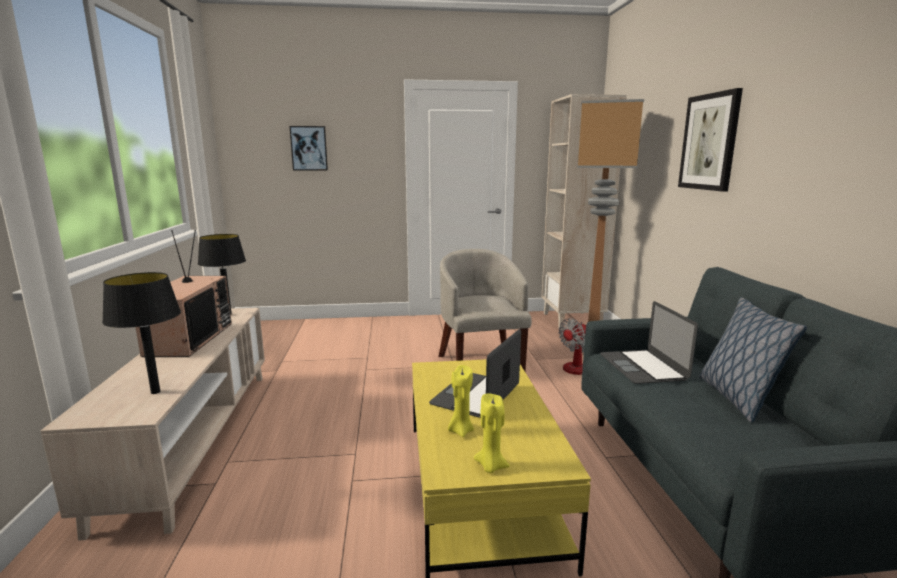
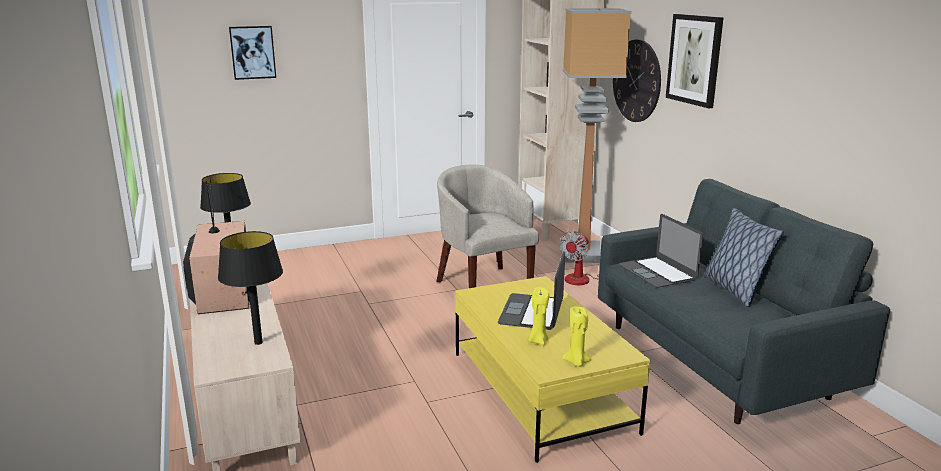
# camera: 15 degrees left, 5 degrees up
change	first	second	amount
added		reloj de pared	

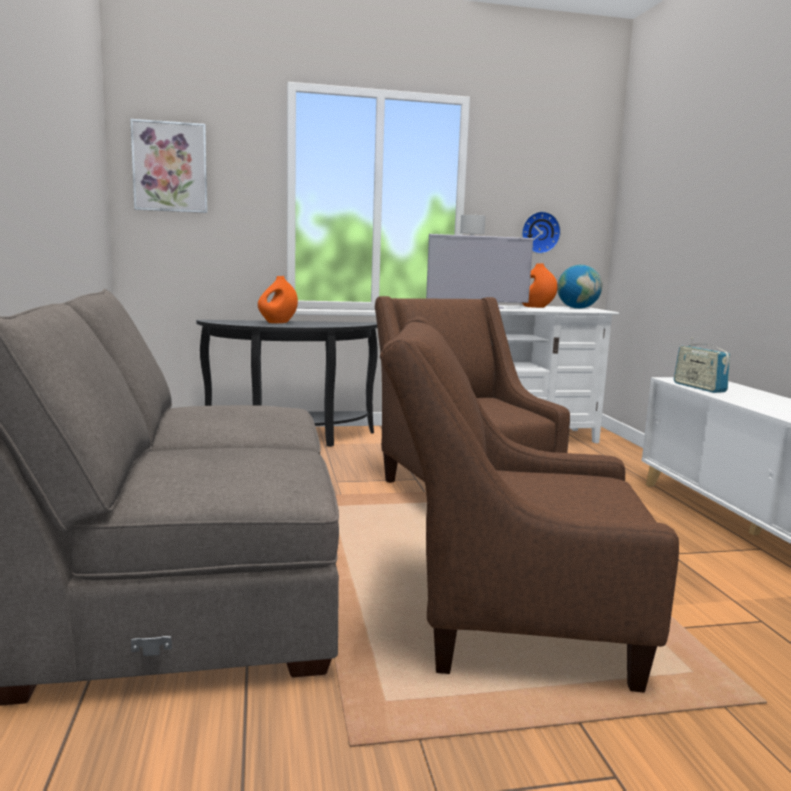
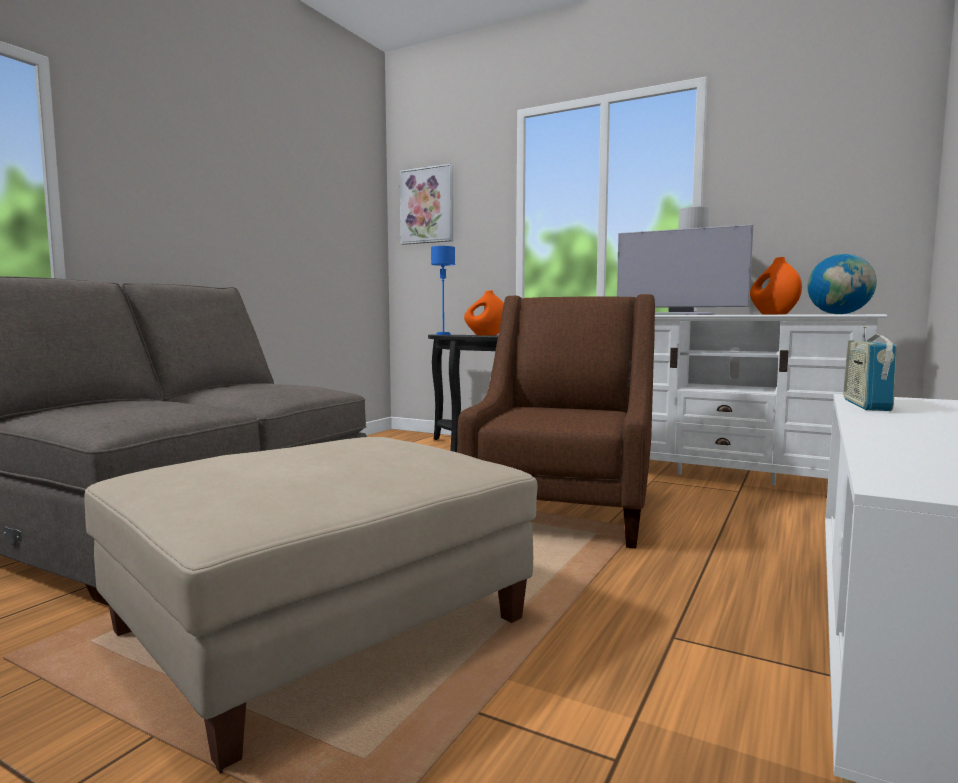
# camera: 40 degrees right, 5 degrees down
change	first	second	amount
removed	reloj de pared		
replaced	sillón (marrón) (2nd from left)	puf (beis)	
added		lámpara de mesa (azul)	

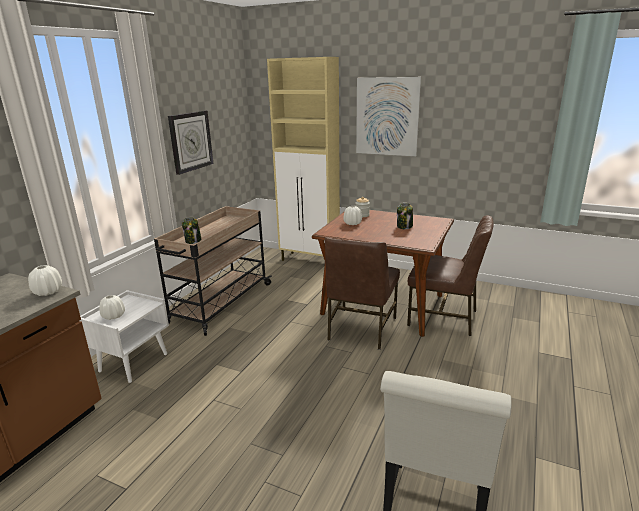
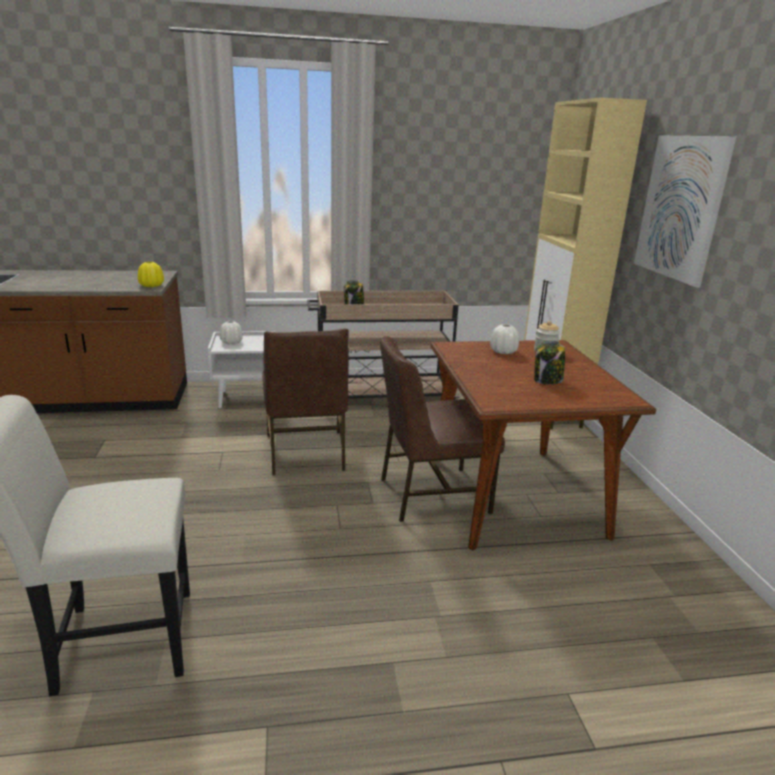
# camera: 55 degrees right, 0 degrees up
change	first	second	amount
removed	reloj de pared		
moved	silla (marrón) (2nd from left in the first image)	silla (marrón) (1st from left)	
recoloured	florero (blanco) (1st from left)	florero (amarillo)	

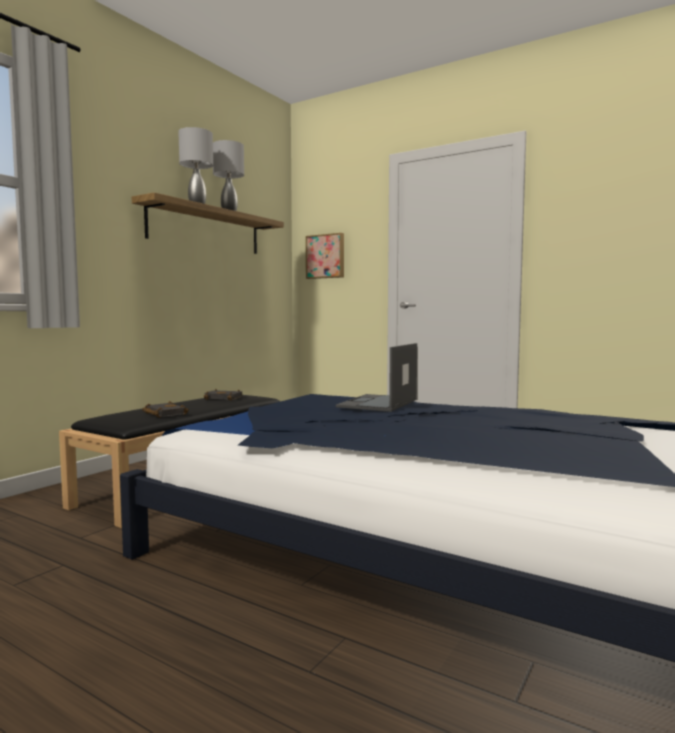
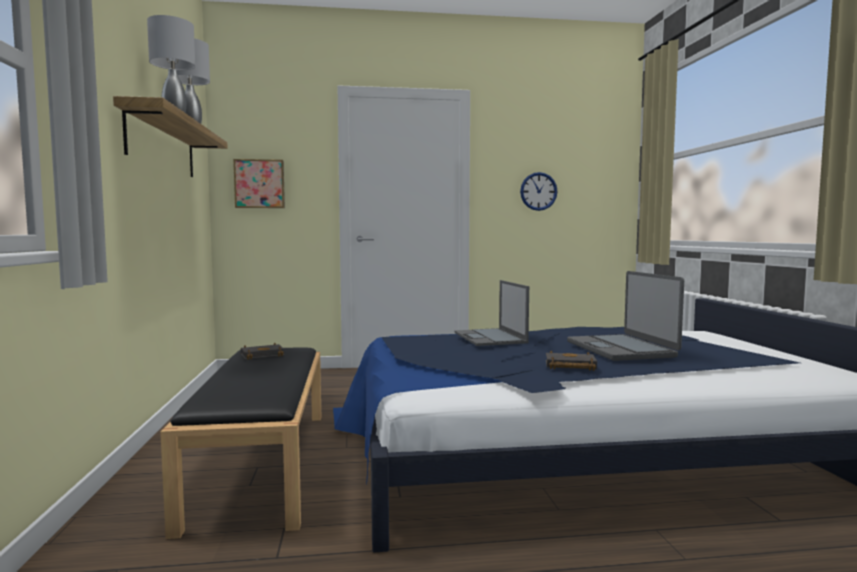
# camera: 40 degrees left, 0 degrees up
change	first	second	amount
moved	libro (negro) (1st from left in the first image)	libro (negro) (2nd from left)	
added		reloj de pared	
added		portátil (2nd from left)	

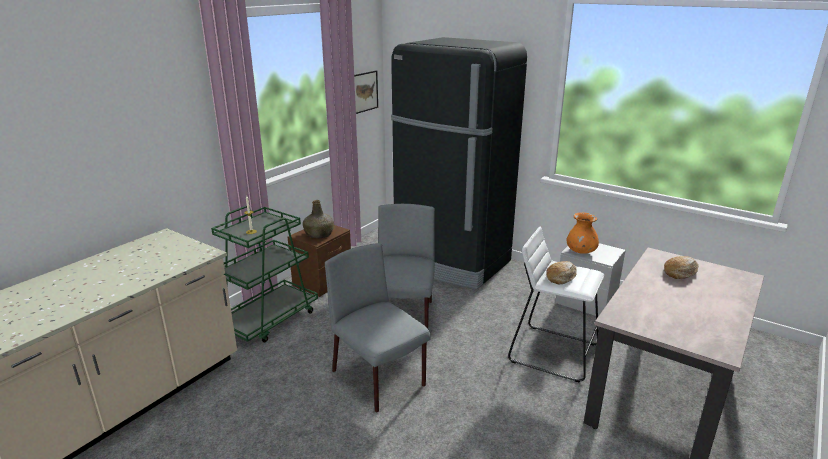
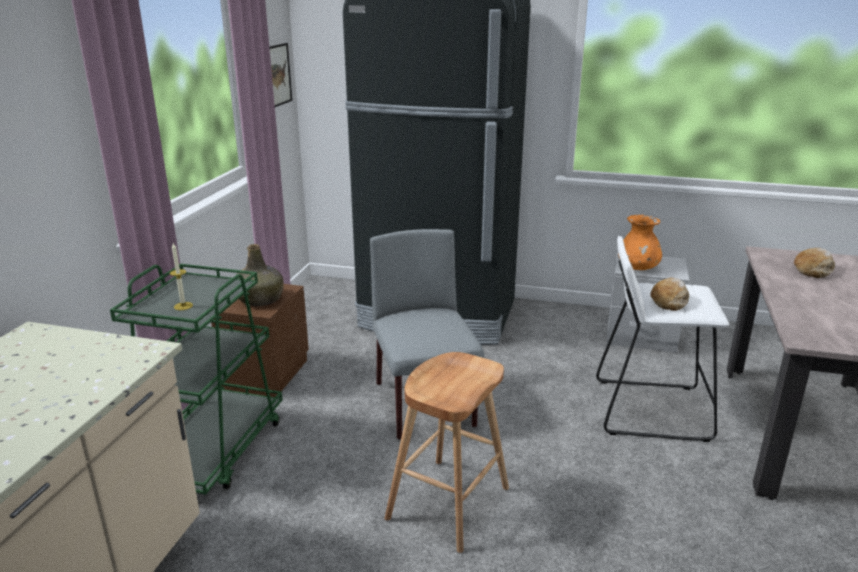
# camera: 20 degrees left, 0 degrees up
change	first	second	amount
replaced	silla (gris) (1st from left)	taburete (marrón)	

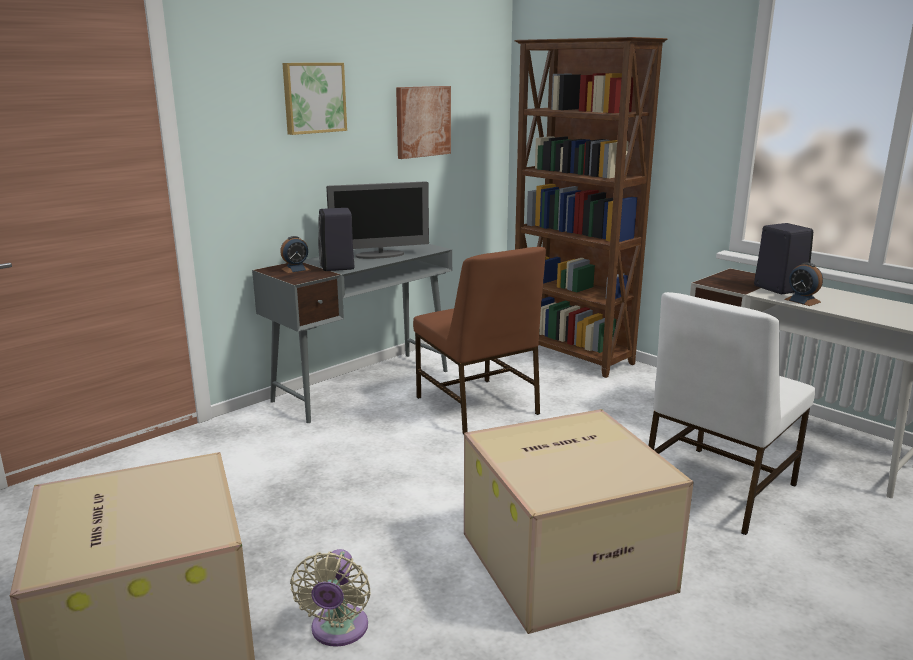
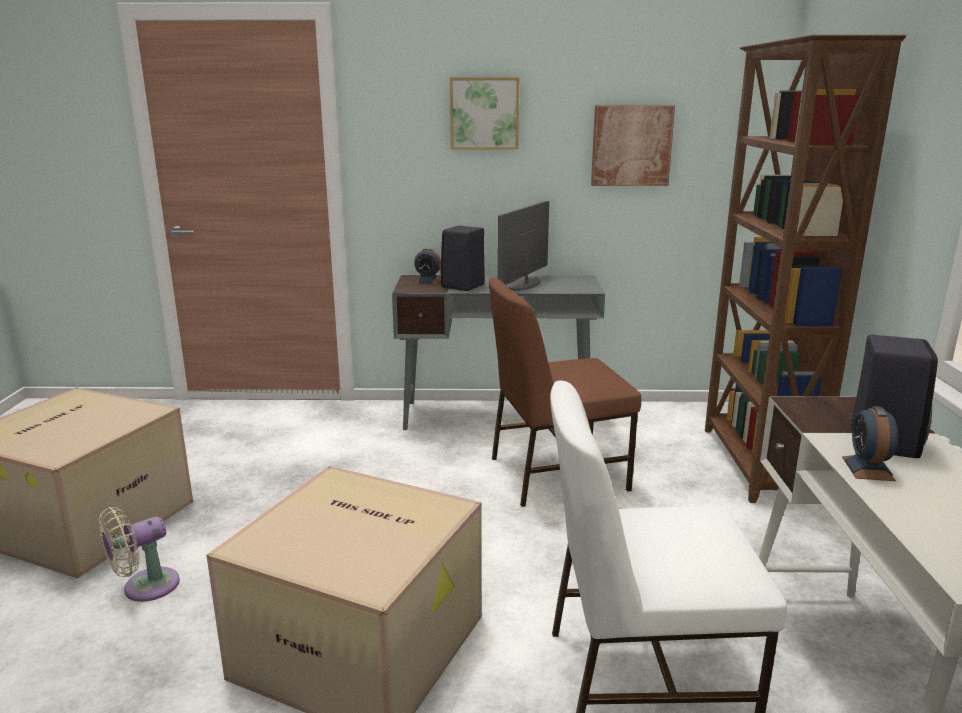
# camera: 45 degrees right, 0 degrees up
change	first	second	amount
turned	monitor		90 degrees clockwise
turned	silla (marrón)		60 degrees clockwise

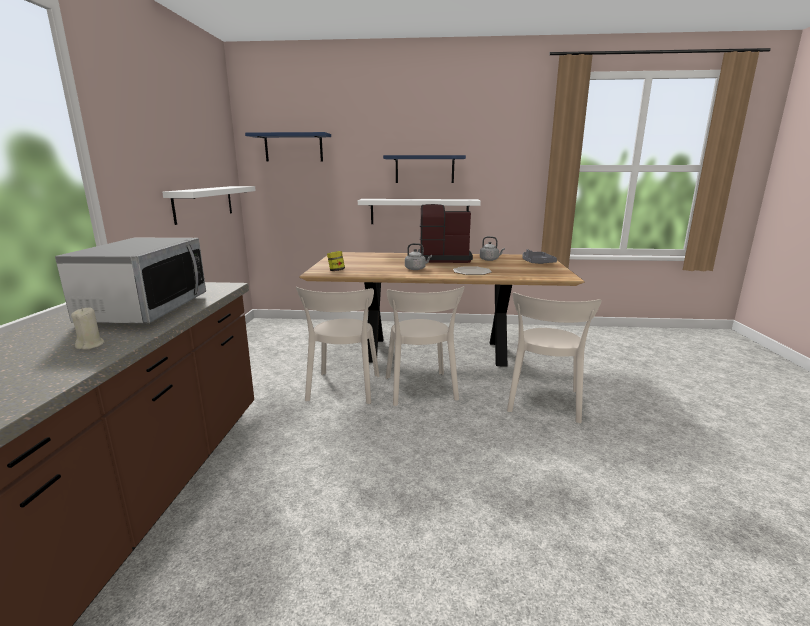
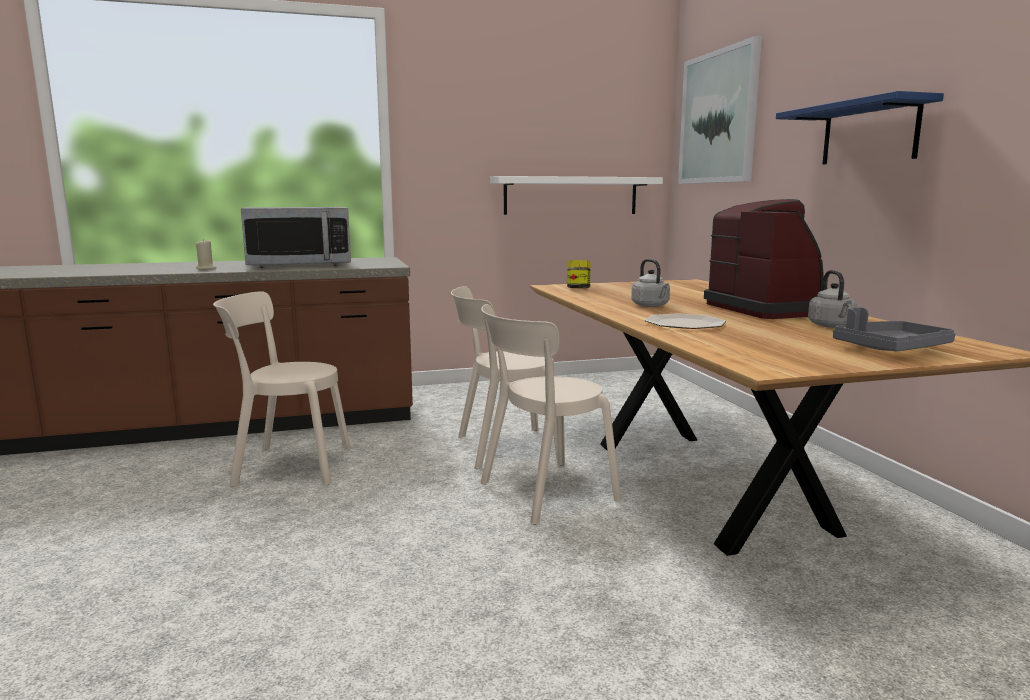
# camera: 70 degrees right, 5 degrees down
change	first	second	amount
replaced	estante (azul) (1st from left)	cuadro	
removed	estante (blanco) (2nd from left)		
moved	silla (beis) (3rd from left in the first image)	silla (beis) (1st from left)	

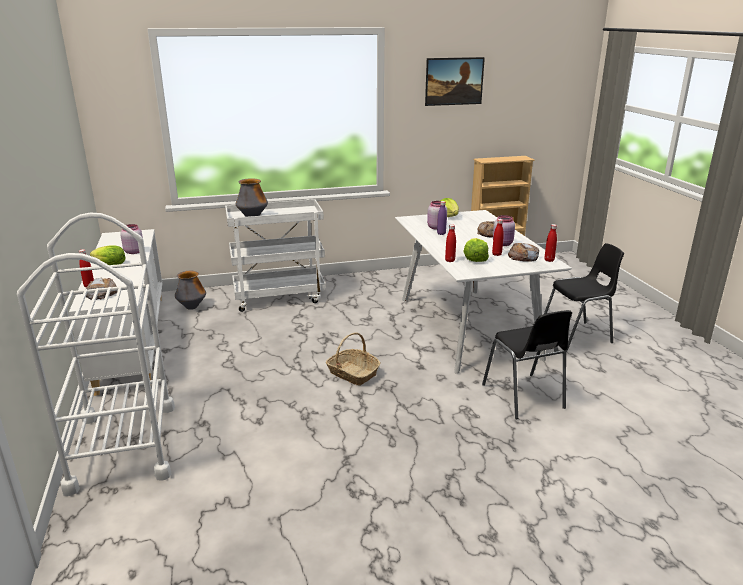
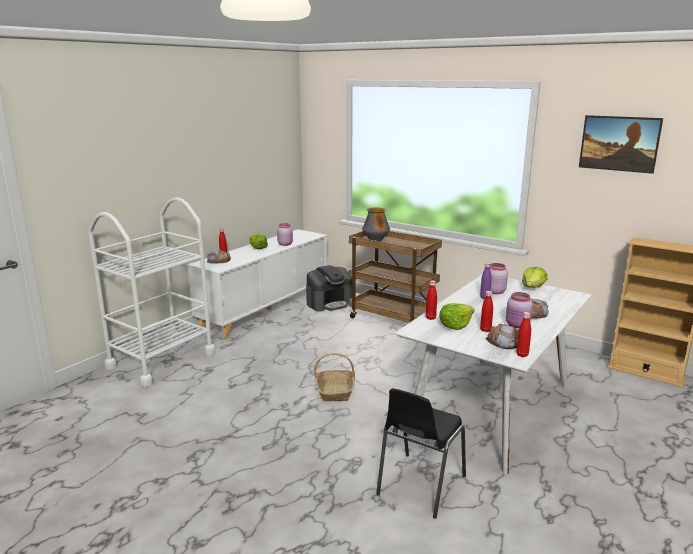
# camera: 50 degrees right, 5 degrees down
change	first	second	amount
recoloured	carrito (blanco) (2nd from left)	carrito (marrón)	
removed	silla (negro) (2nd from left)		
replaced	florero (1st from left)	cafetera	

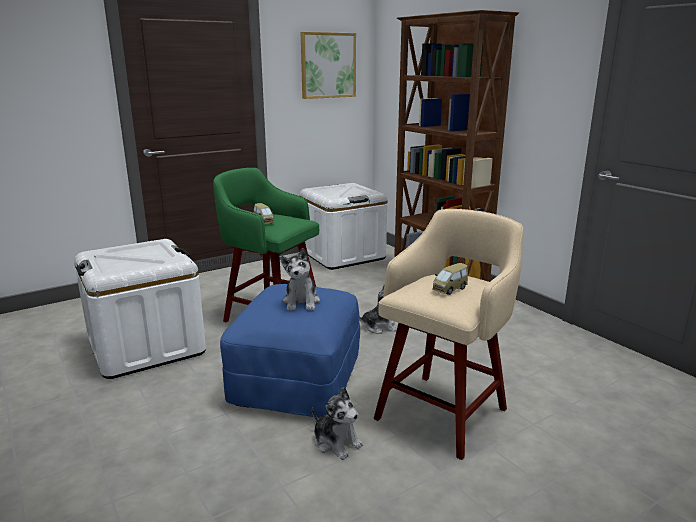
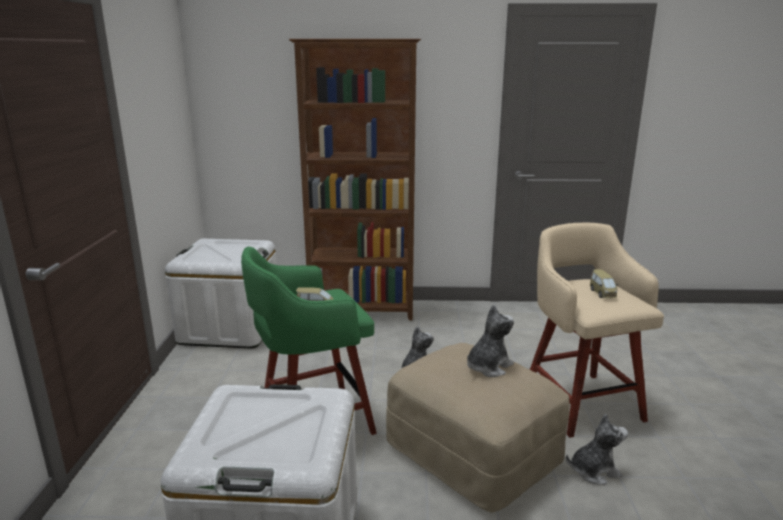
# camera: 55 degrees left, 0 degrees up
change	first	second	amount
removed	cuadro		
turned	peluche (1st from left in the first image)	peluche (2nd from left)	75 degrees counterclockwise
recoloured	puf (azul)	puf (beis)	

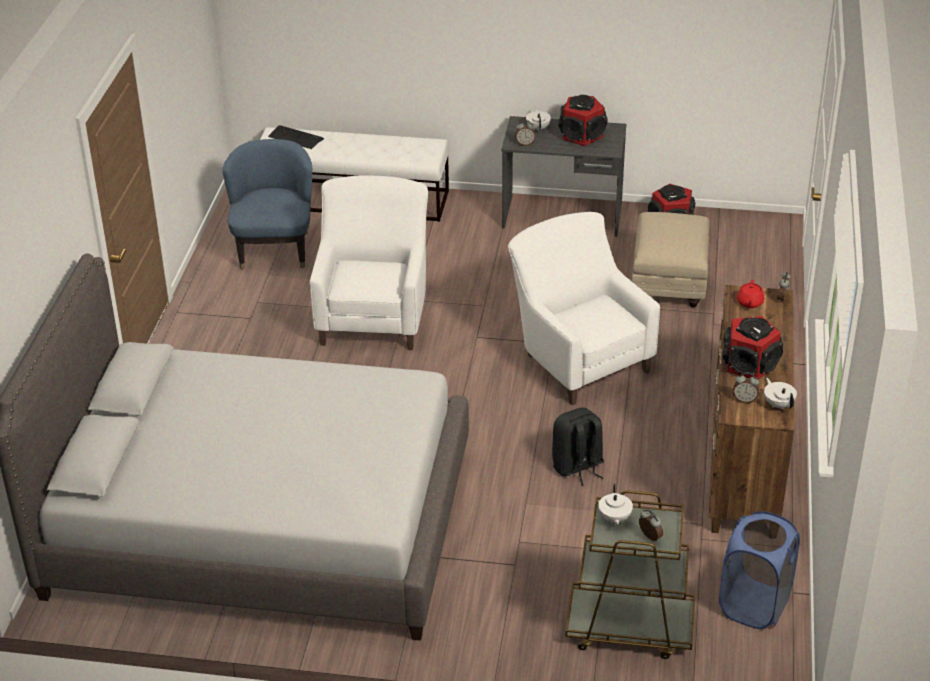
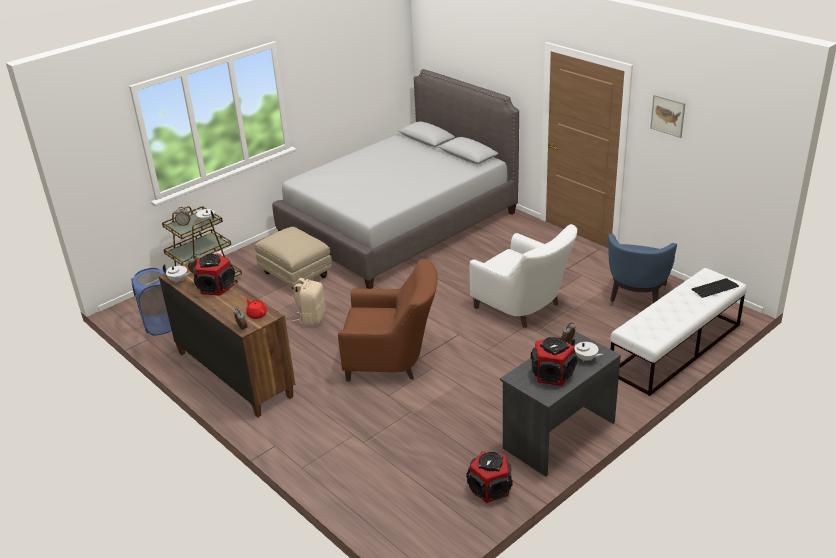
# camera: 130 degrees right, 5 degrees down
change	first	second	amount
turned	sillón (azul)		75 degrees clockwise
recoloured	sillón (blanco) (2nd from left)	sillón (marrón)	
moved	puf (beis)		
recoloured	mochila (negro)	mochila (beis)	
added		cuadro	

